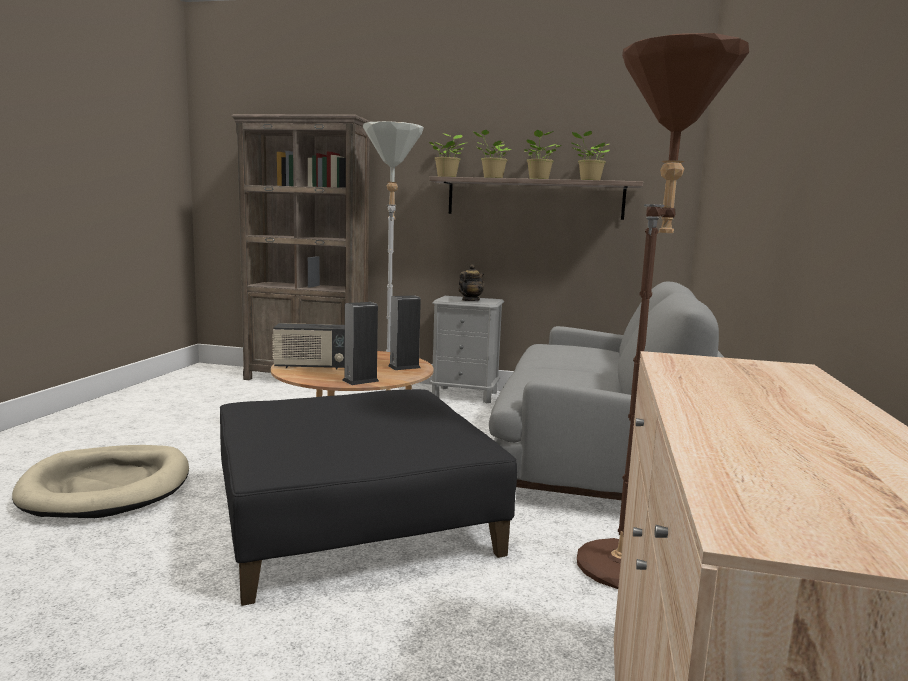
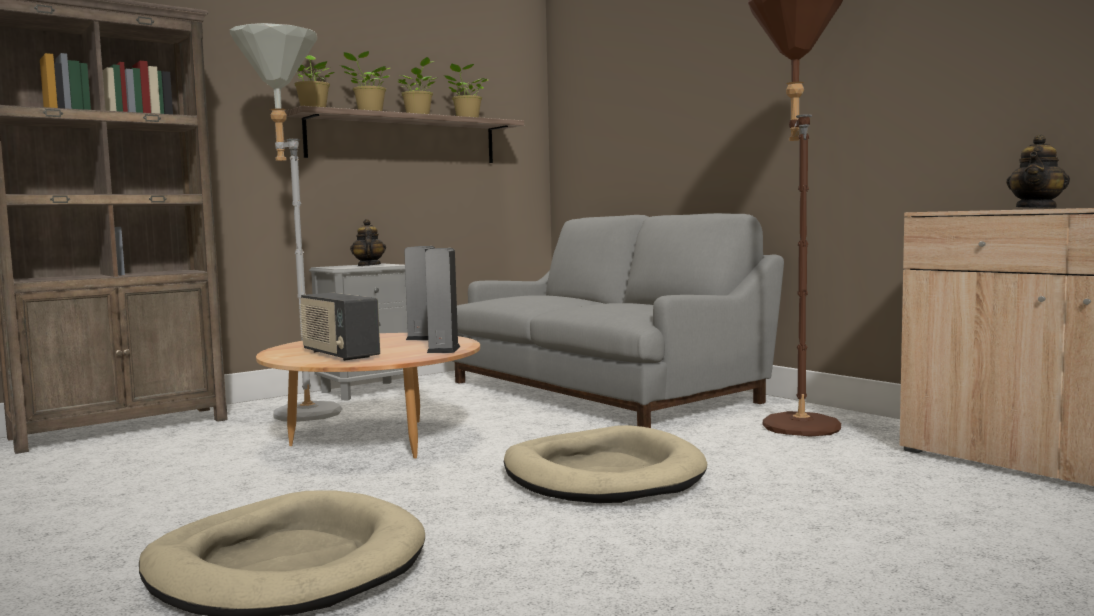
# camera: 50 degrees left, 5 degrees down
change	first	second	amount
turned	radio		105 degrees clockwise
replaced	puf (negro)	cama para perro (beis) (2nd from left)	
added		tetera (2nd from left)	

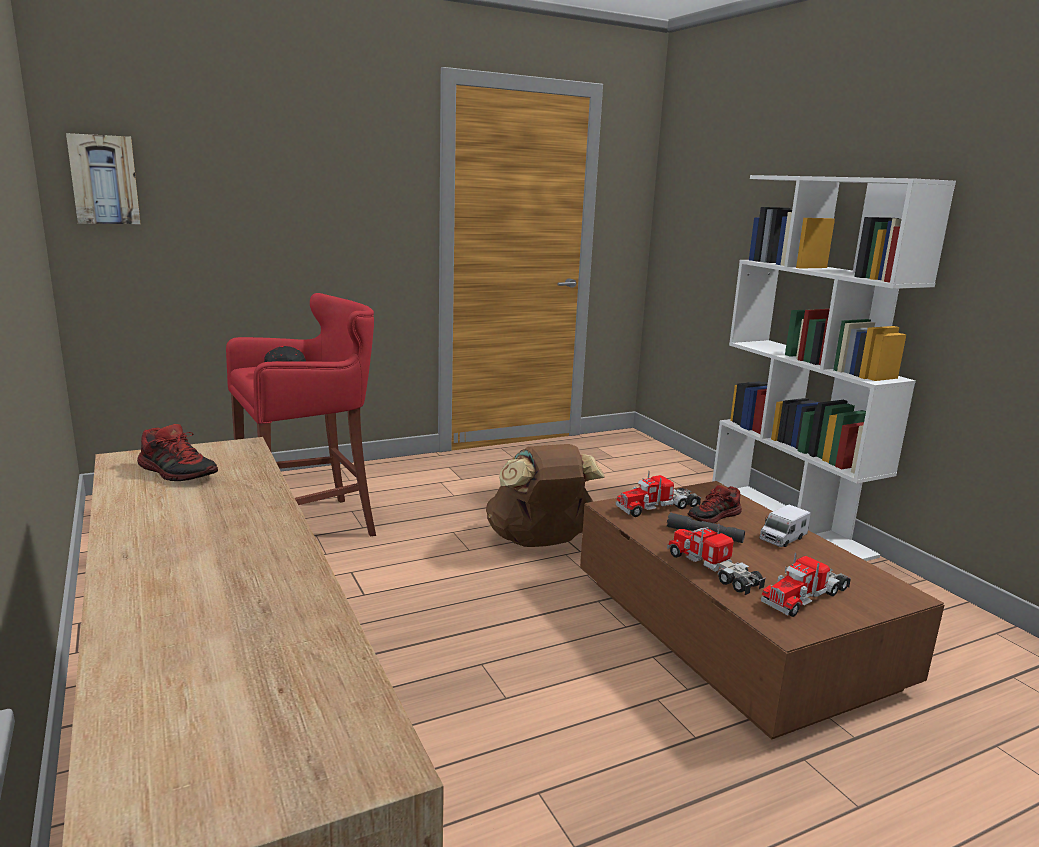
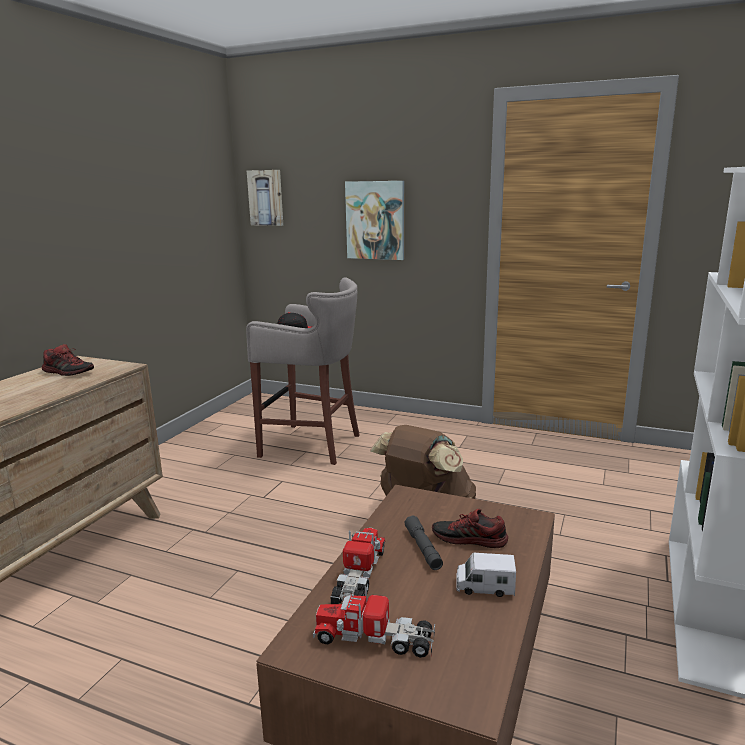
# camera: 50 degrees right, 0 degrees up
change	first	second	amount
recoloured	taburete (rojo)	taburete (gris)	
turned	zapato (1st from left)		60 degrees counterclockwise
removed	camión de juguete (1st from left)		
added		cuadro (2nd from left)	

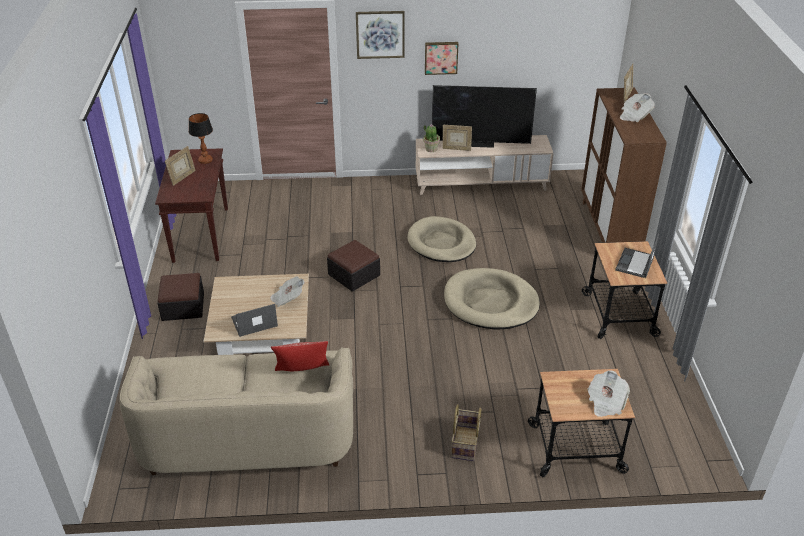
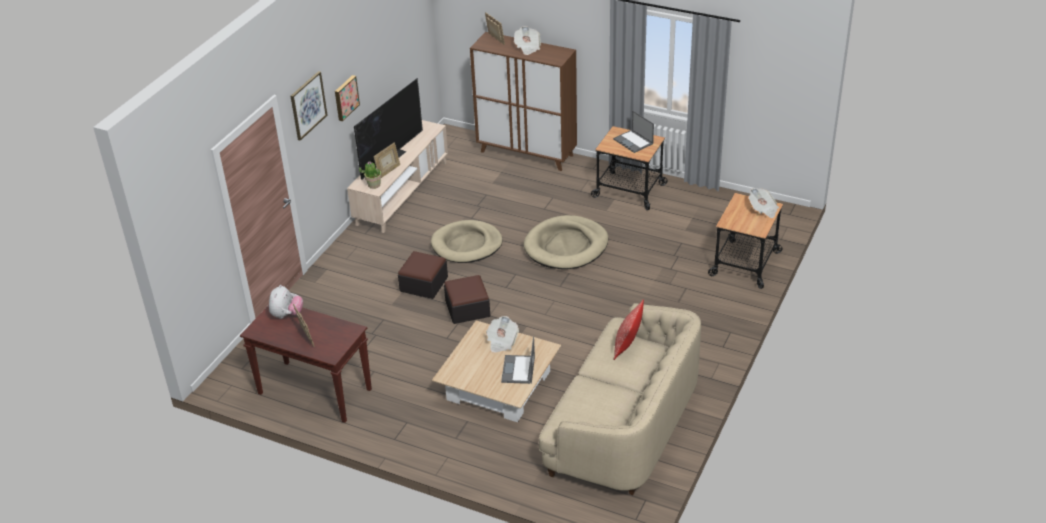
# camera: 60 degrees left, 0 degrees up
change	first	second	amount
replaced	lámpara de mesa	peluche	
moved	puf (1st from left)		
removed	cesta		

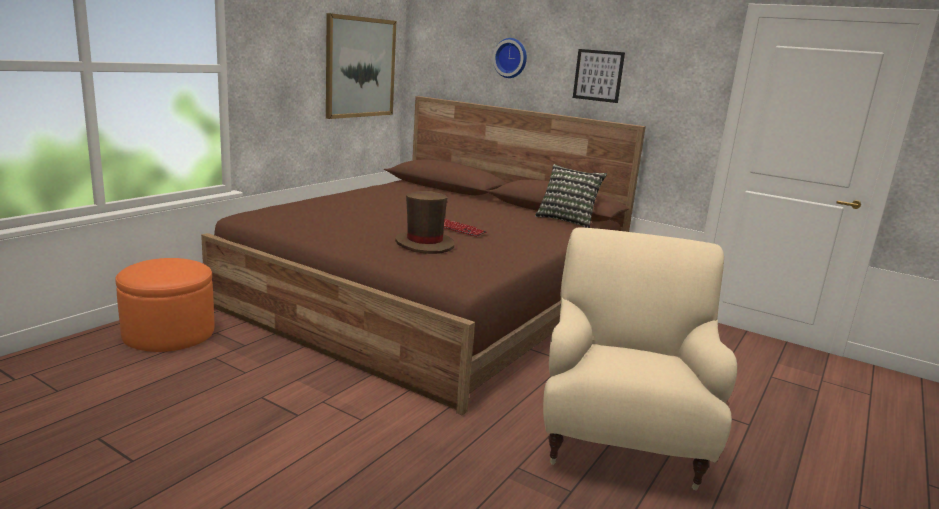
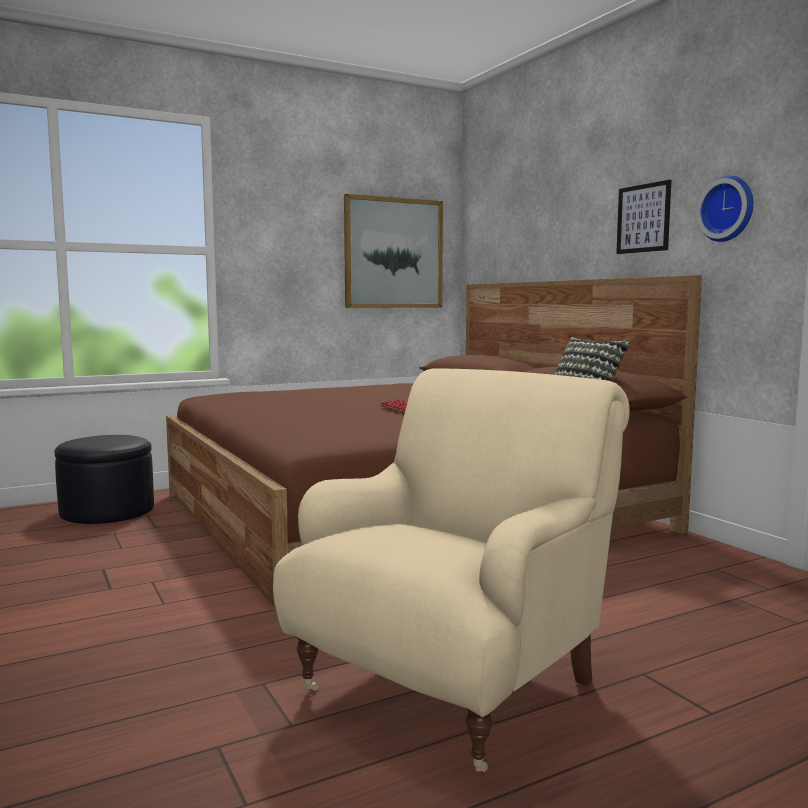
# camera: 30 degrees right, 10 degrees down
change	first	second	amount
moved	reloj de pared		
removed	sombrero (marrón)		
recoloured	puf (naranja)	puf (negro)	

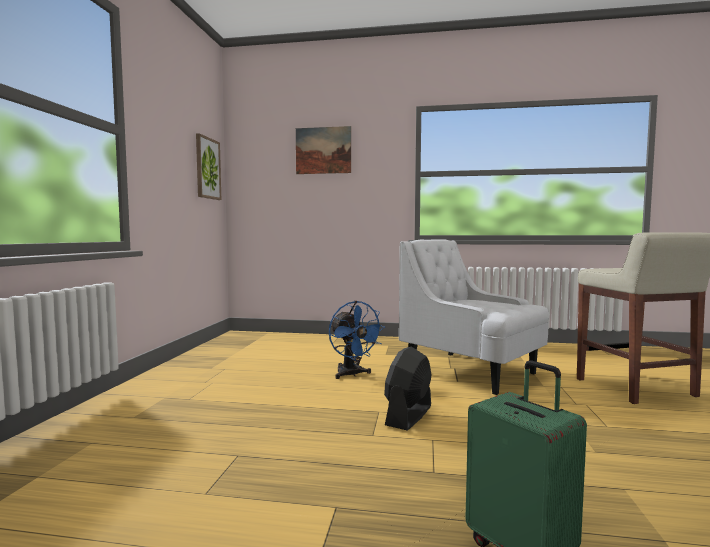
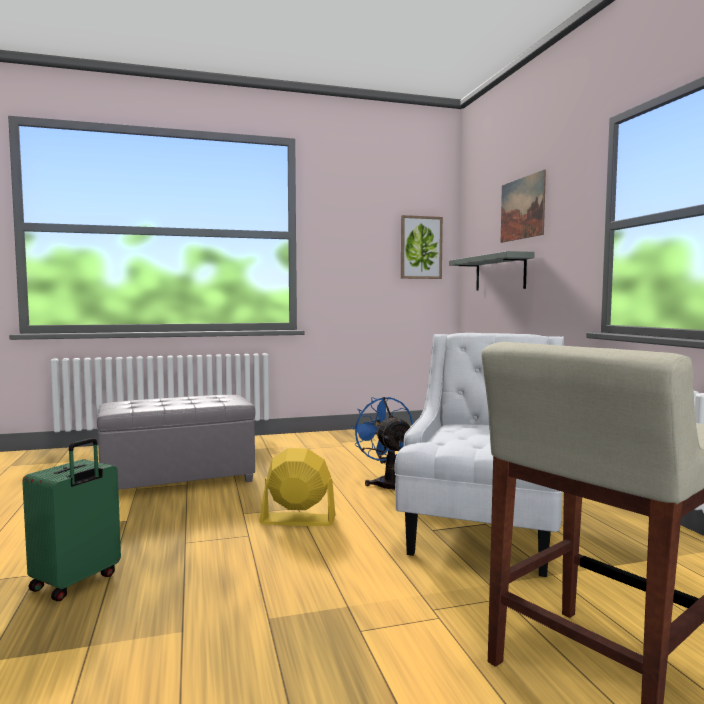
# camera: 65 degrees right, 0 degrees up
change	first	second	amount
turned	ventilador (azul)		120 degrees clockwise
recoloured	ventilador (negro)	ventilador (amarillo)	
added		estante (gris)	
added		puf (gris)	

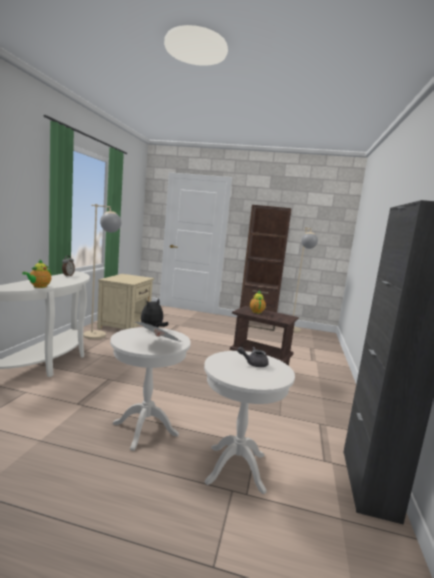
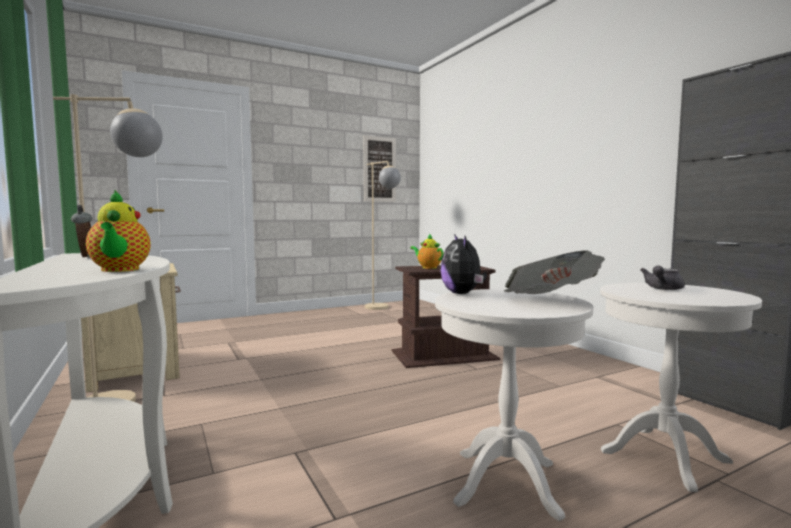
# camera: 40 degrees left, 5 degrees down
change	first	second	amount
removed	estantería (marrón)		
added		cuadro	

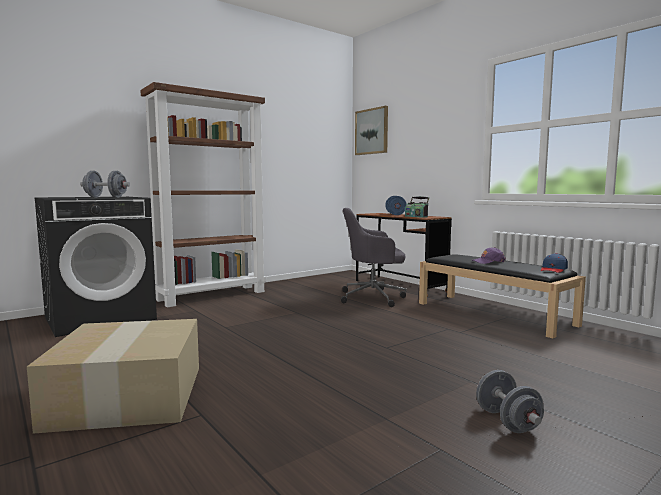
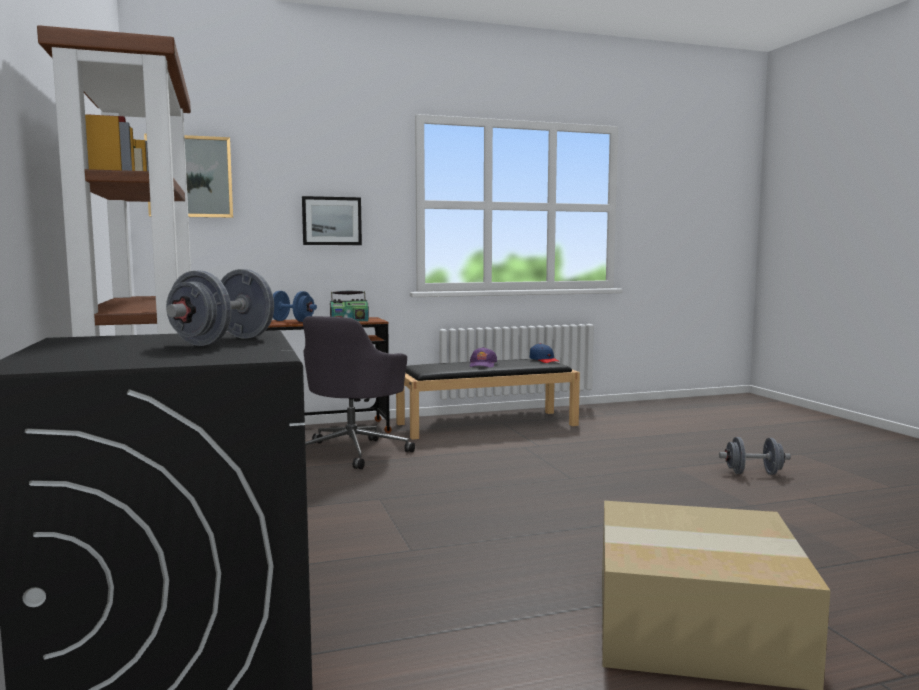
# camera: 70 degrees left, 0 degrees up
change	first	second	amount
added		cuadro (2nd from left)	

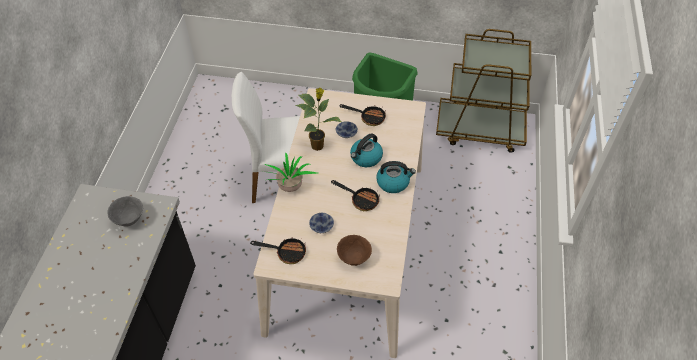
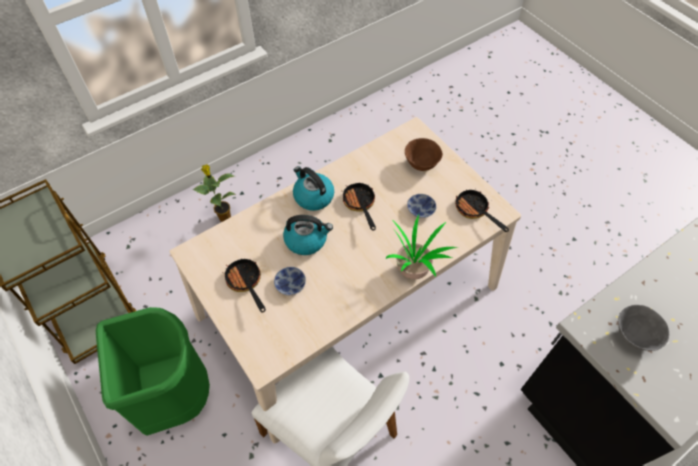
# camera: 135 degrees left, 5 degrees up
change	first	second	amount
moved	planta en maceta (2nd from left in the first image)	planta en maceta (1st from left)	

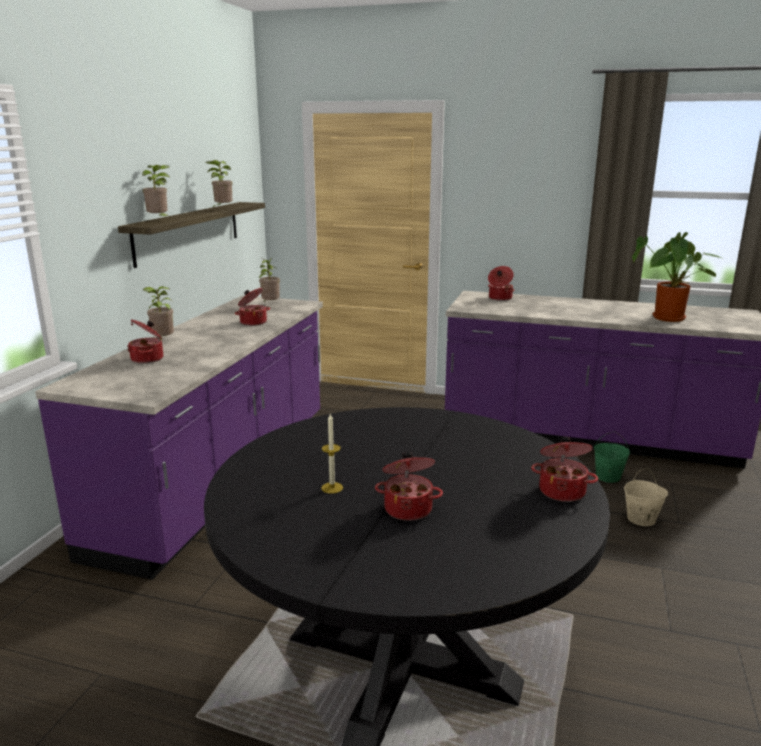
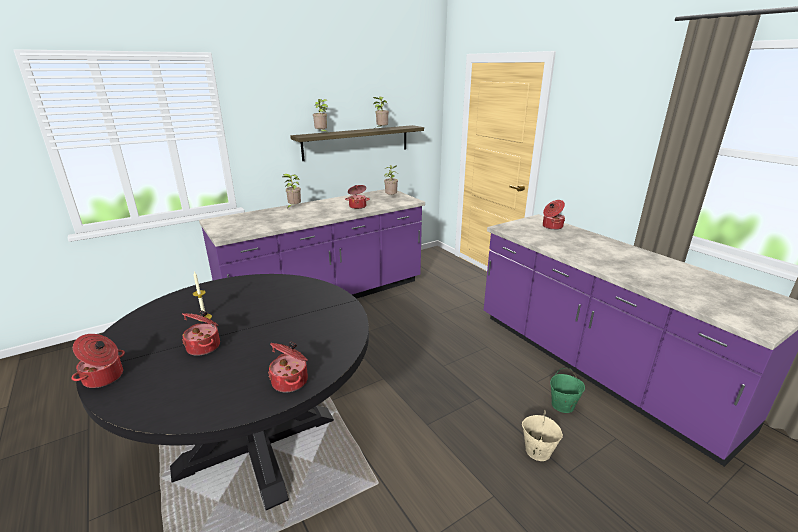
# camera: 40 degrees right, 5 degrees up
change	first	second	amount
removed	planta en maceta (5th from left)		
moved	olla (1st from left)		

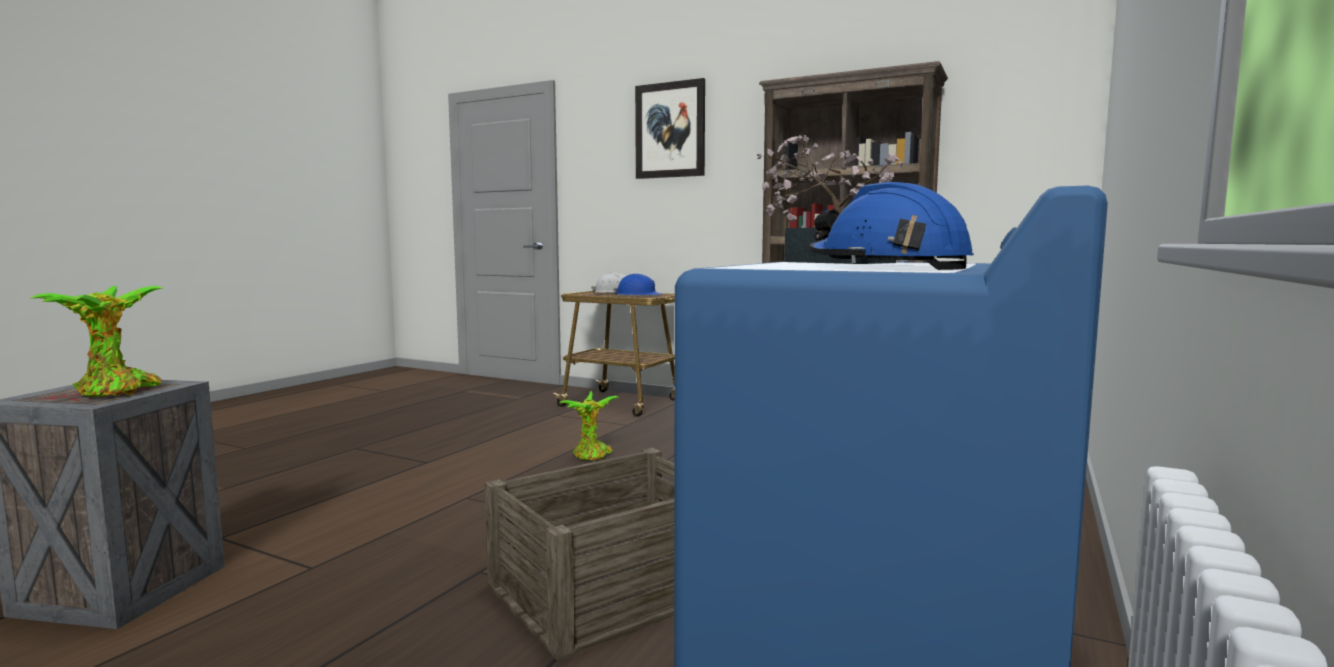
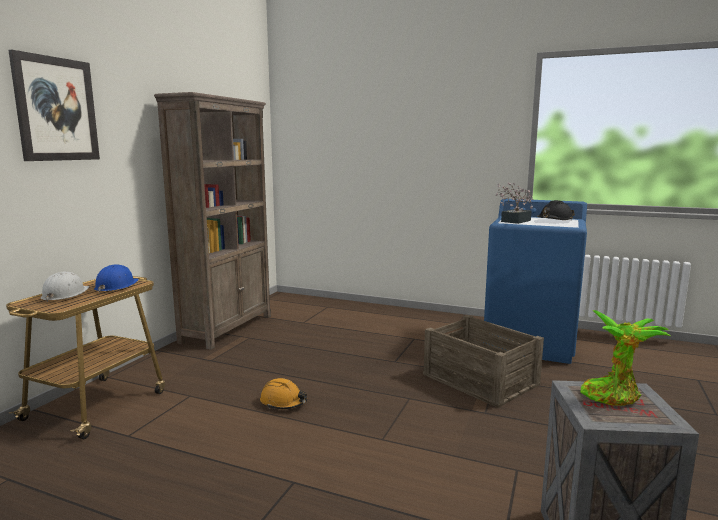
# camera: 95 degrees left, 5 degrees up
change	first	second	amount
recoloured	casco (azul) (2nd from left)	casco (negro)	
replaced	planta en maceta (2nd from left)	casco (naranja)	

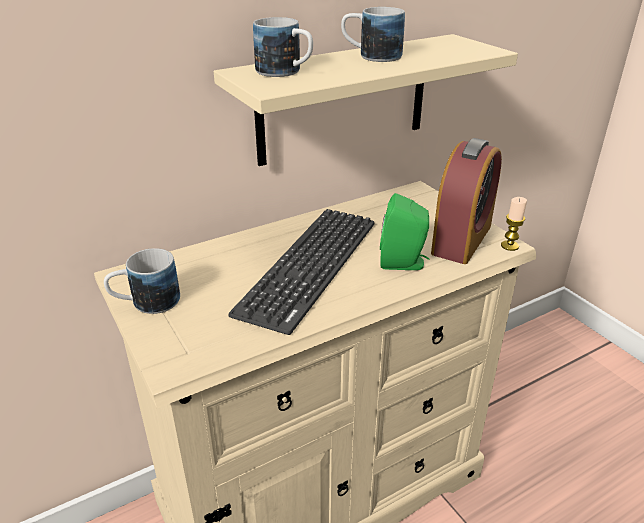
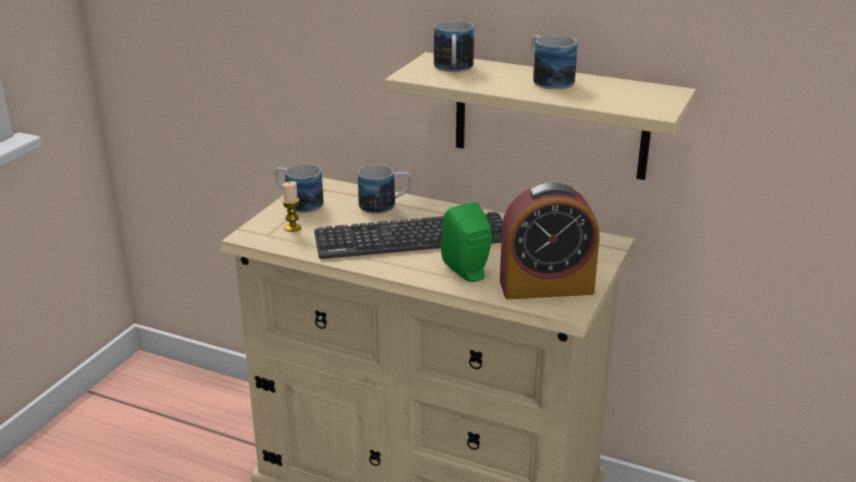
# camera: 55 degrees right, 5 degrees down
change	first	second	amount
moved	vela		
added		taza grande (2nd from left)	

